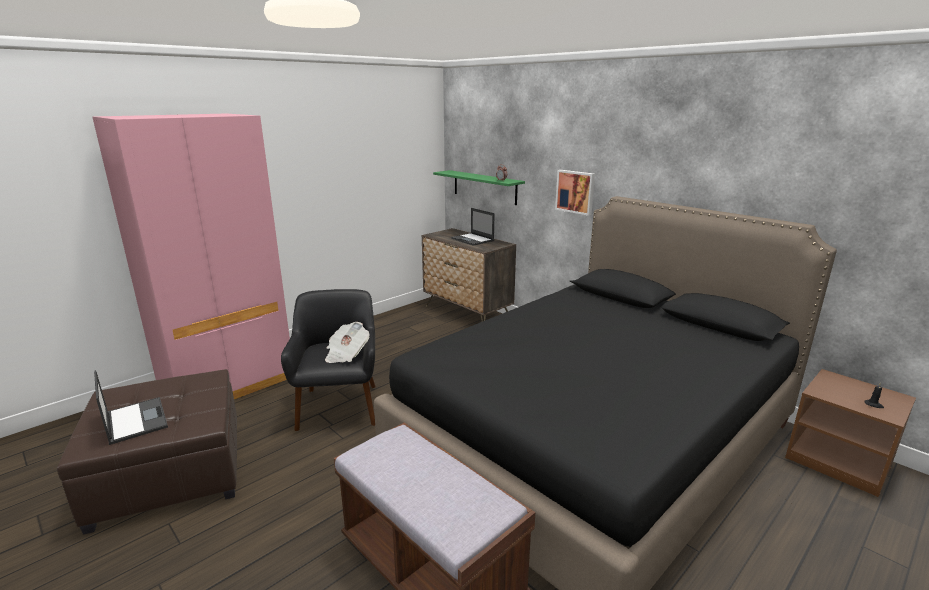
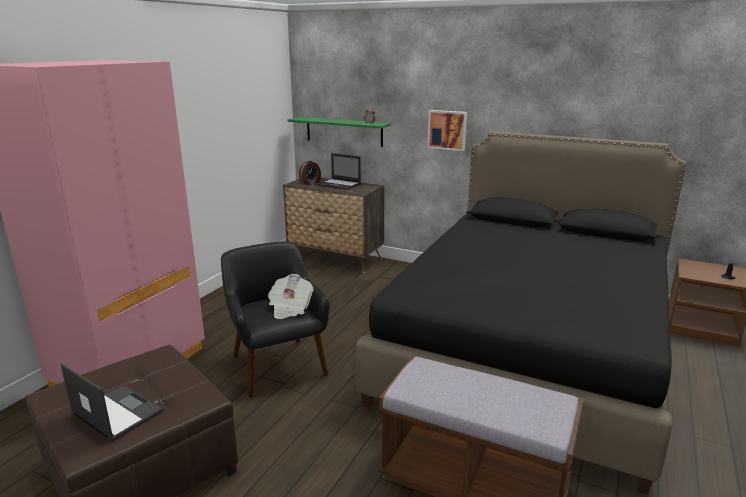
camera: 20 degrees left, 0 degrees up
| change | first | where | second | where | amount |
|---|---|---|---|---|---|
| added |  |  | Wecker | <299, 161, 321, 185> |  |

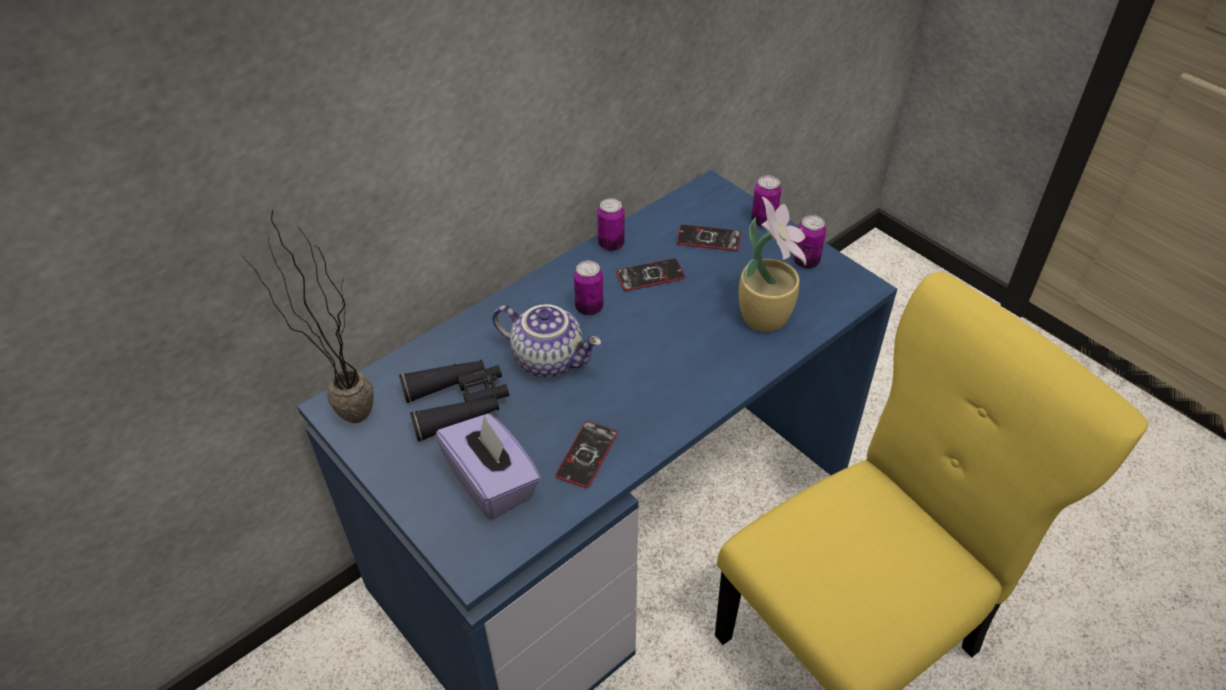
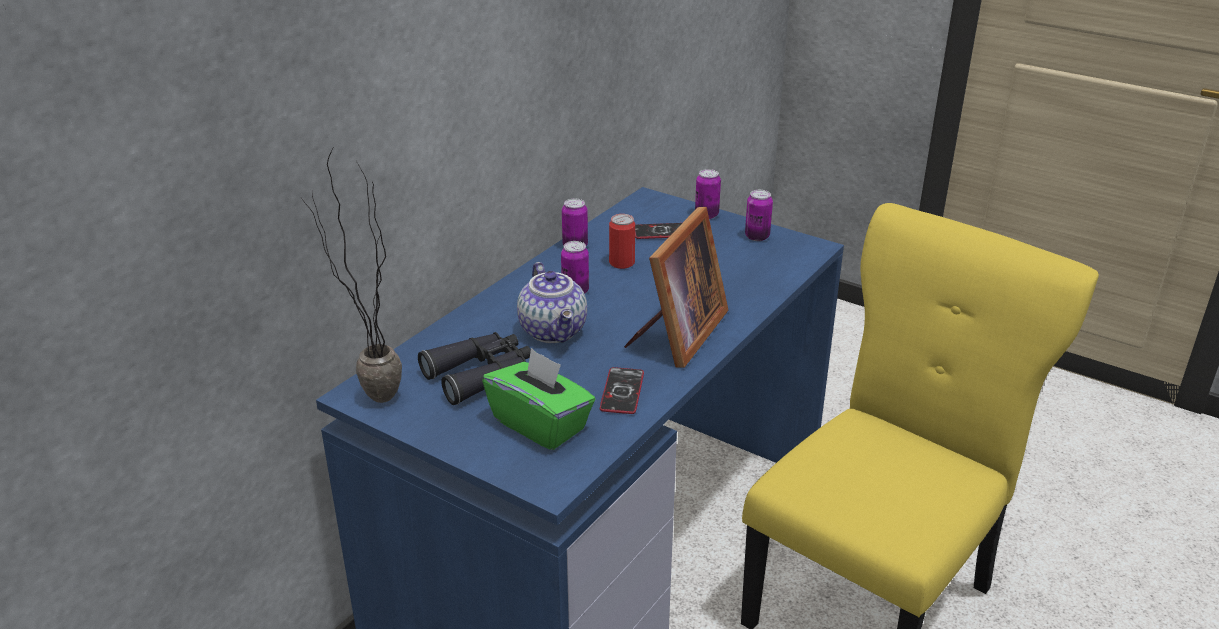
camera: 15 degrees left, 15 degrees down
| change | first | where | second | where | amount |
|---|---|---|---|---|---|
| recoloured | Taschentuchbox (lila) | <435, 414, 541, 520> | Taschentuchbox (grün) | <482, 348, 595, 450> |  |
| turned | Teekanne | <492, 304, 601, 377> |  | <517, 262, 587, 343> | 60 degrees clockwise |
| replaced | Handy | <616, 258, 685, 291> | Dose | <609, 214, 635, 269> |  |
| removed | Topfpflanze | <739, 197, 806, 332> |  |  |  |
| added |  |  | Bilderrahmen | <624, 207, 728, 368> |  |

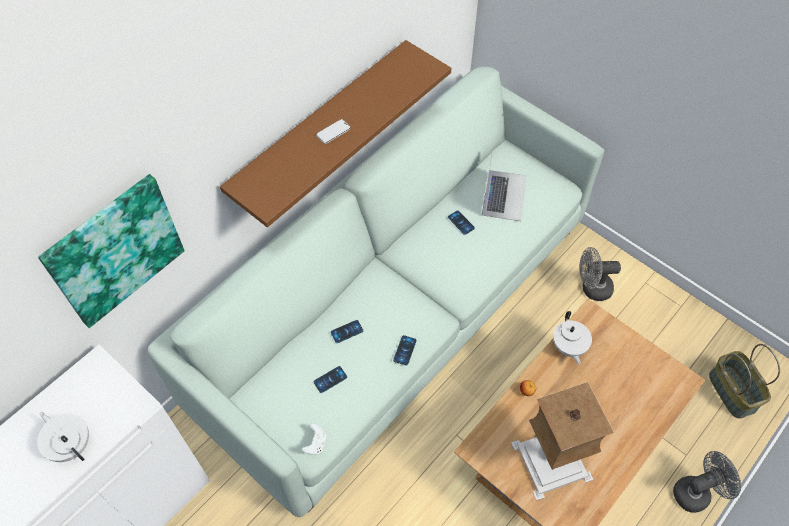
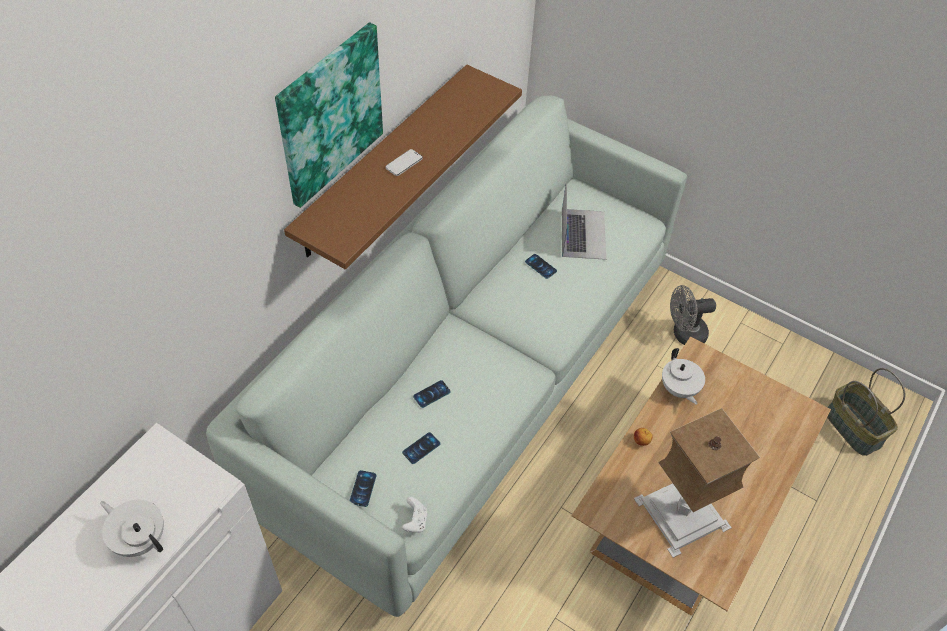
camera: 10 degrees left, 5 degrees down
| change | first | where | second | where | amount |
|---|---|---|---|---|---|
| moved | Bild | <38, 174, 184, 328> |  | <275, 22, 383, 208> |  |
| moved | Handy | <393, 335, 417, 366> |  | <350, 470, 376, 507> |  |
| removed | Ventilator (grau) | <673, 451, 741, 513> |  |  |  |

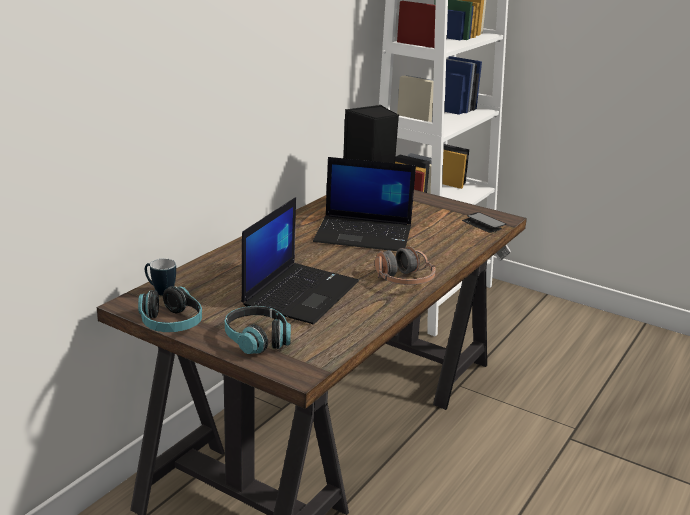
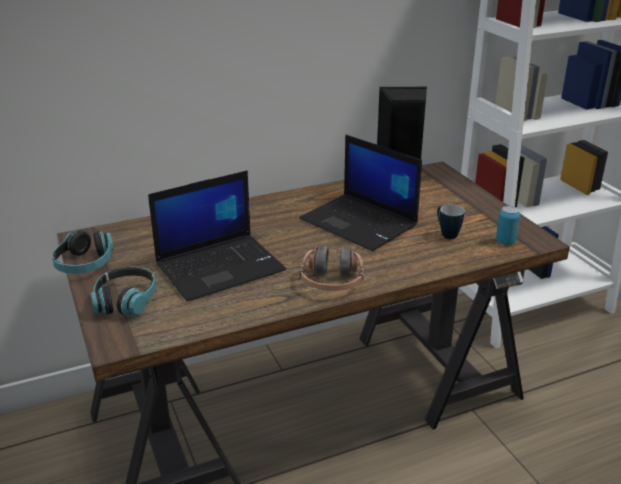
camera: 35 degrees right, 5 degrees up
| change | first | where | second | where | amount |
|---|---|---|---|---|---|
| moved | Henkelbecher | <145, 258, 176, 296> |  | <437, 205, 465, 239> |  |
| replaced | Handy | <462, 212, 506, 233> | Dose | <496, 206, 520, 245> |  |

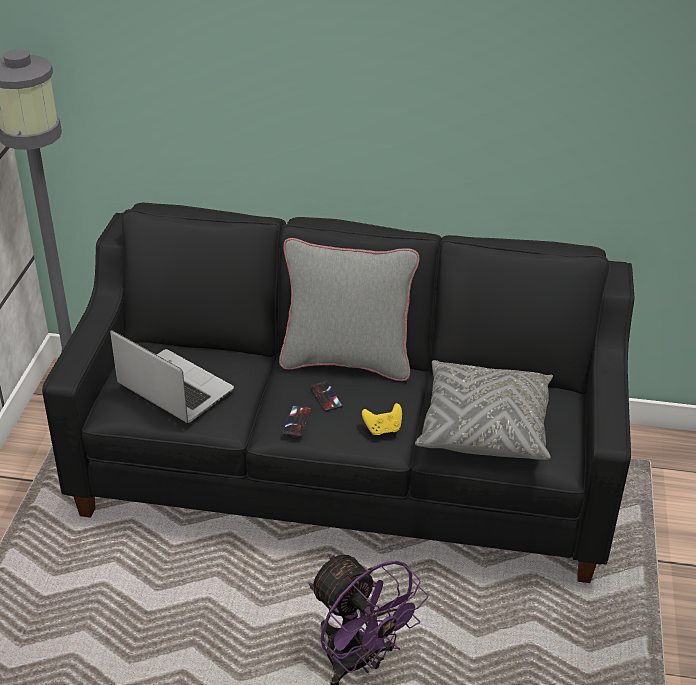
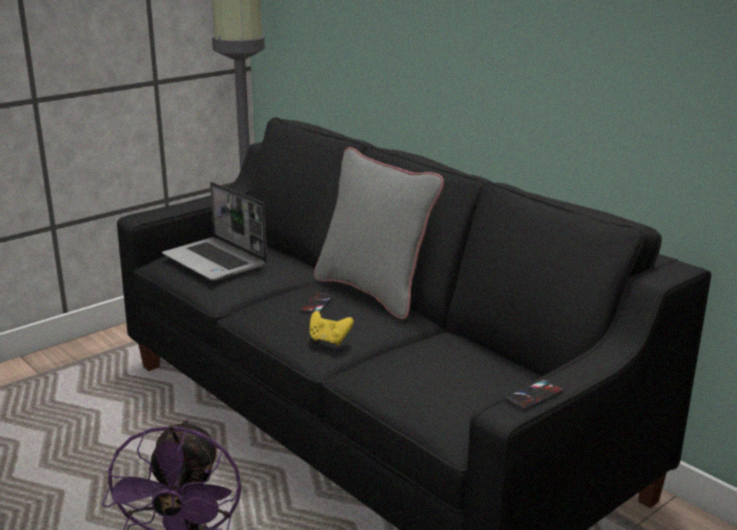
camera: 40 degrees right, 15 degrees down
| change | first | where | second | where | amount |
|---|---|---|---|---|---|
| turned | Laptop | <110, 330, 234, 423> |  | <162, 182, 267, 280> | 150 degrees clockwise |
| moved | Handy | <282, 405, 312, 437> |  | <505, 379, 563, 410> |  |
| removed | Kissen (grau) | <415, 360, 553, 460> |  |  |  |

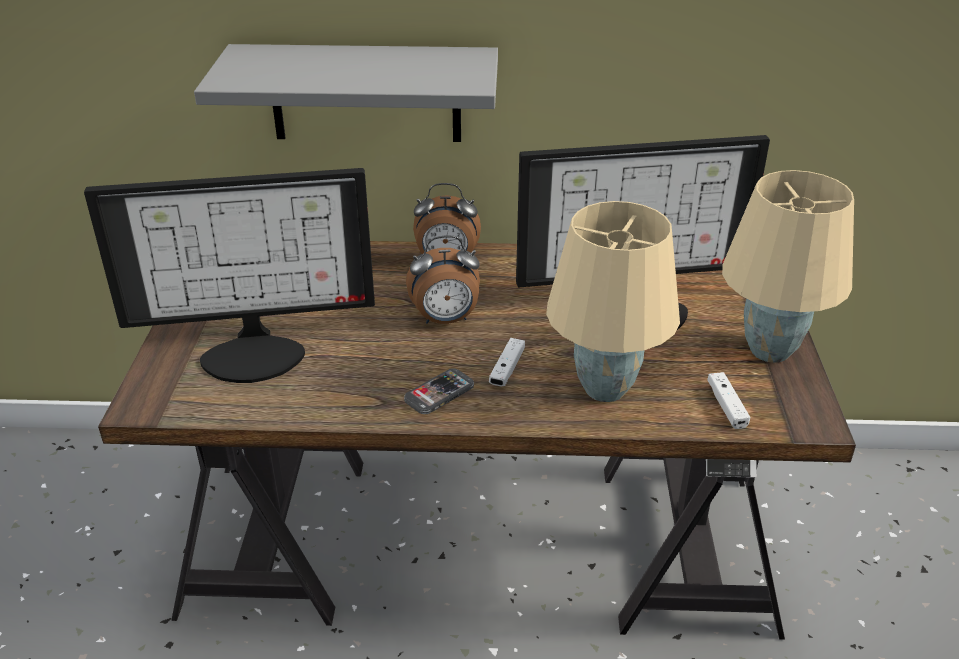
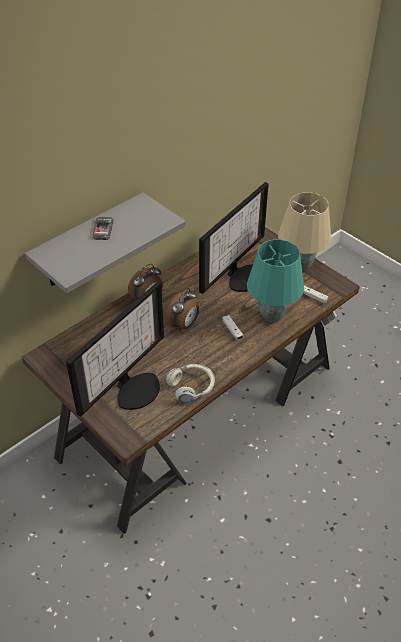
camera: 45 degrees left, 10 degrees up
| change | first | where | second | where | amount |
|---|---|---|---|---|---|
| moved | Handy | <404, 368, 474, 414> |  | <92, 217, 113, 240> |  |
| recoloured | Tischlampe (beige) | <546, 201, 680, 402> | Tischlampe (türkis) | <247, 239, 304, 322> |  |
| added |  |  | Kopfhörer | <166, 364, 215, 403> |  |

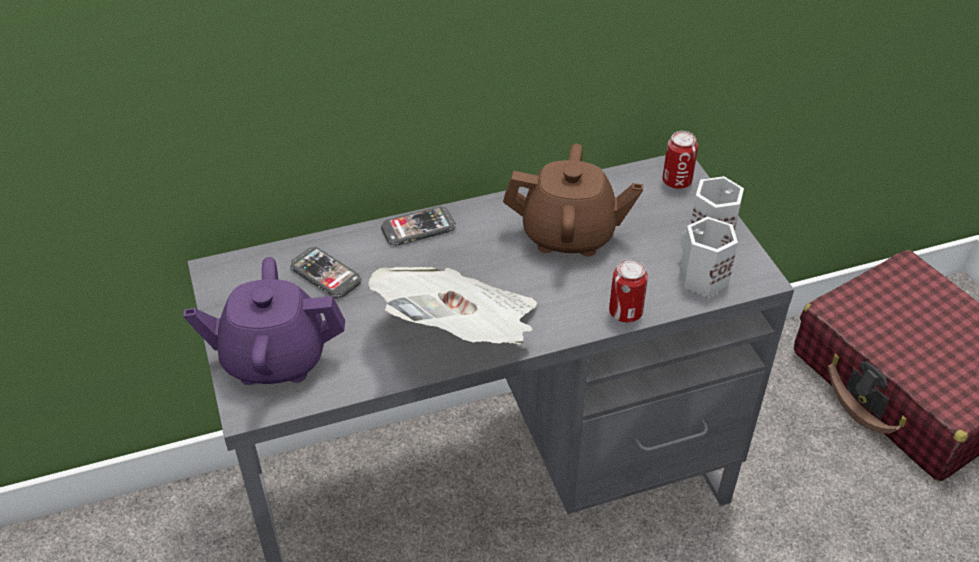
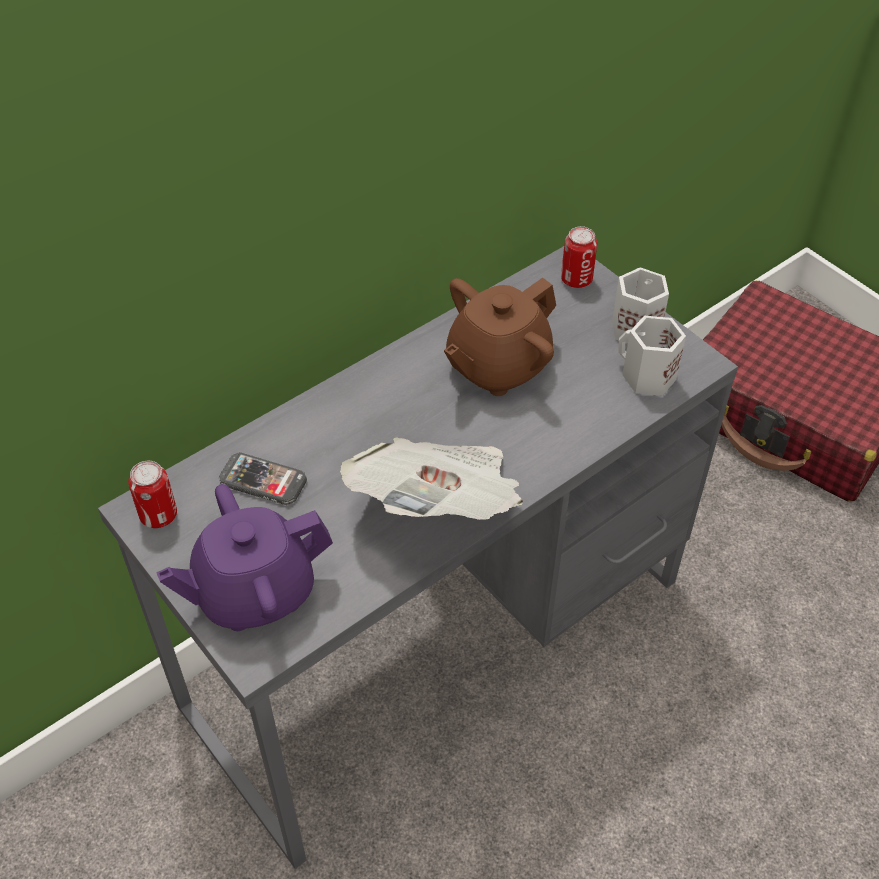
camera: 20 degrees left, 5 degrees up
| change | first | where | second | where | amount |
|---|---|---|---|---|---|
| removed | Handy | <381, 206, 456, 246> |  |  |  |
| turned | Teekanne (braun) | <503, 144, 643, 257> |  | <444, 278, 556, 396> | 150 degrees clockwise |
| moved | Dose | <609, 259, 648, 322> |  | <128, 461, 177, 528> |  |

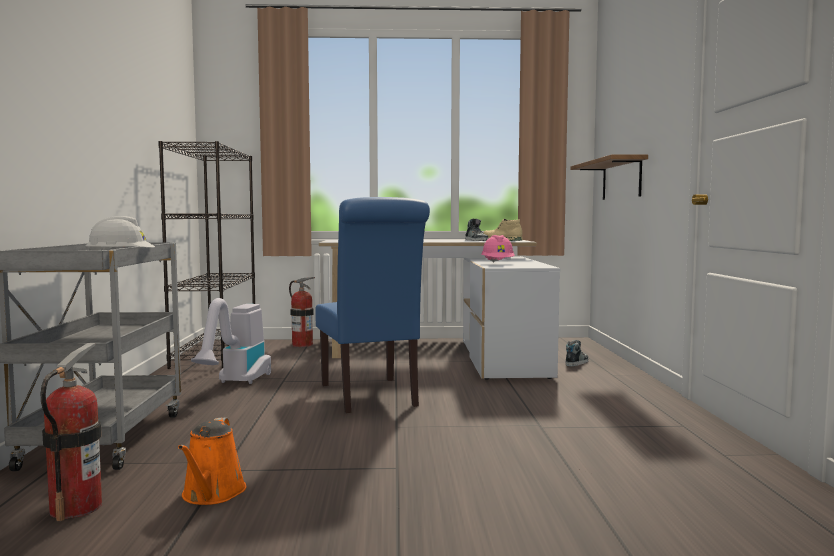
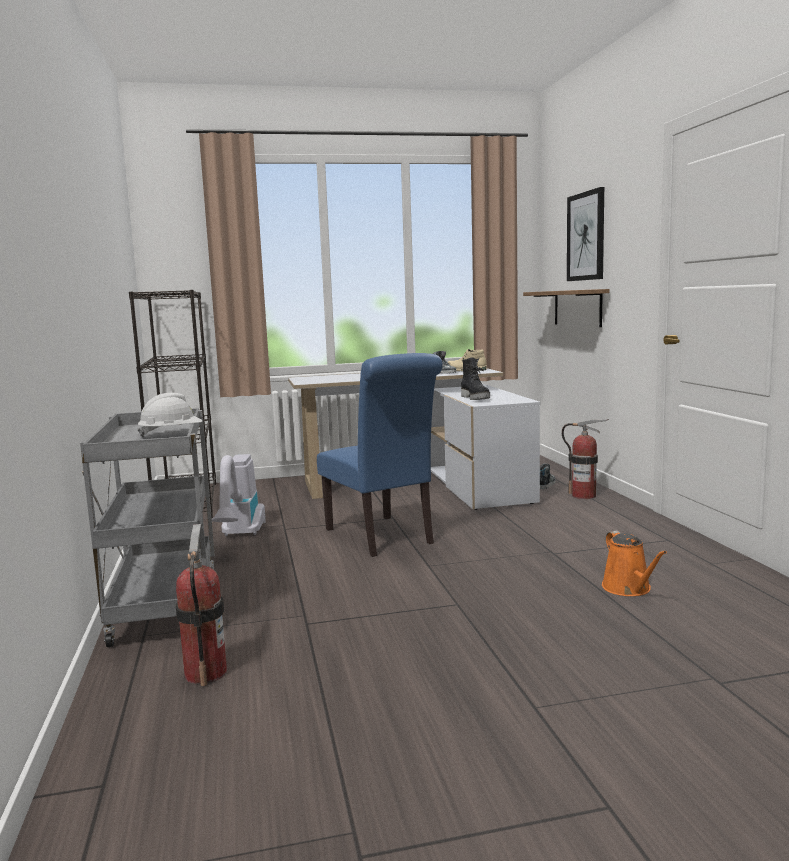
camera: 10 degrees left, 5 degrees up
| change | first | where | second | where | amount |
|---|---|---|---|---|---|
| moved | Gießkanne (orange) | <178, 417, 246, 505> |  | <602, 531, 667, 596> |  |
| moved | Feuerlöscher | <289, 277, 315, 347> |  | <562, 419, 608, 499> |  |
| replaced | Schutzhelm (rosa) | <481, 235, 515, 263> | Stiefel (schwarz) | <461, 358, 490, 400> |  |
| added |  |  | Bild | <567, 187, 604, 281> |  |

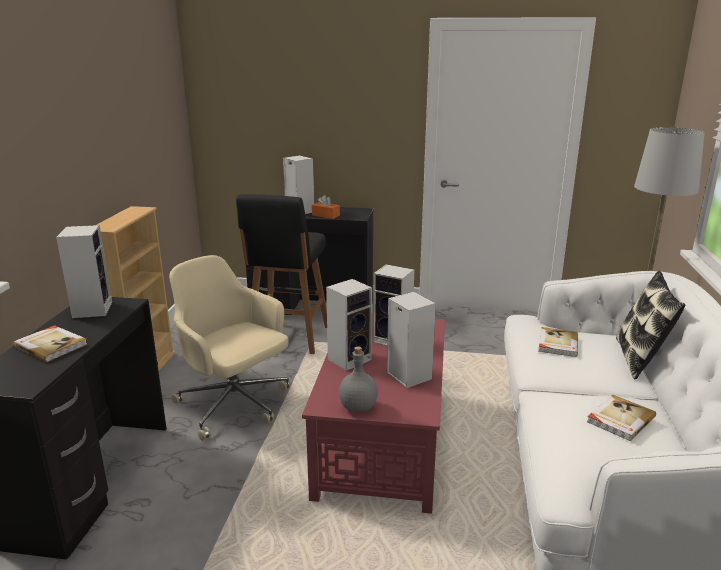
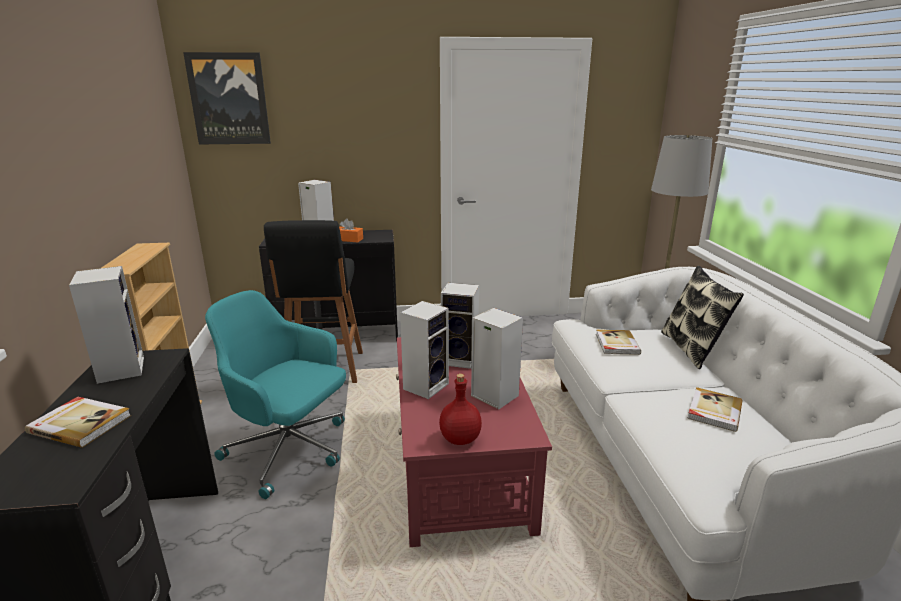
camera: 15 degrees left, 0 degrees up
| change | first | where | second | where | amount |
|---|---|---|---|---|---|
| recoloured | Bürostuhl (beige) | <169, 255, 291, 441> | Bürostuhl (türkis) | <205, 290, 346, 499> |  |
| recoloured | Flasche (grau) | <339, 346, 378, 413> | Flasche (rot) | <439, 373, 482, 445> |  |
| added |  |  | Bild | <183, 52, 271, 144> |  |

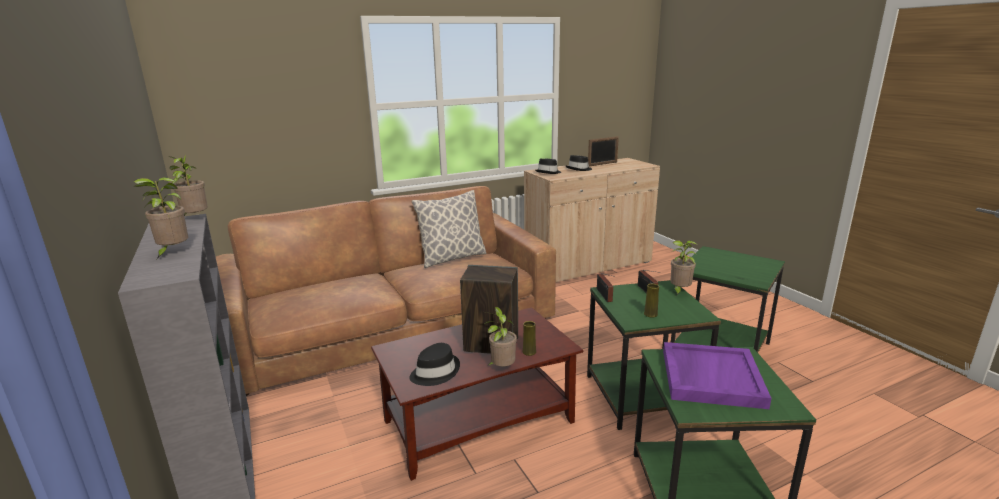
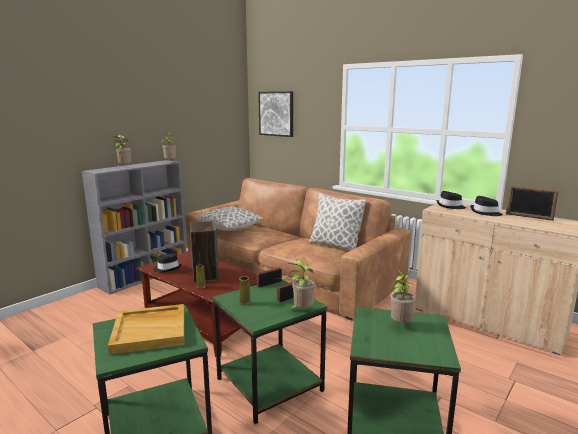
camera: 65 degrees right, 5 degrees down
| change | first | where | second | where | amount |
|---|---|---|---|---|---|
| moved | Topfpflanze | <484, 307, 517, 367> |  | <391, 270, 416, 323> |  |
| recoloured | Tablett (lila) | <663, 342, 772, 409> | Tablett (beige) | <108, 304, 184, 355> |  |
| added |  |  | Kissen | <197, 207, 263, 231> |  |
| added |  |  | Bild | <258, 91, 293, 137> |  |

